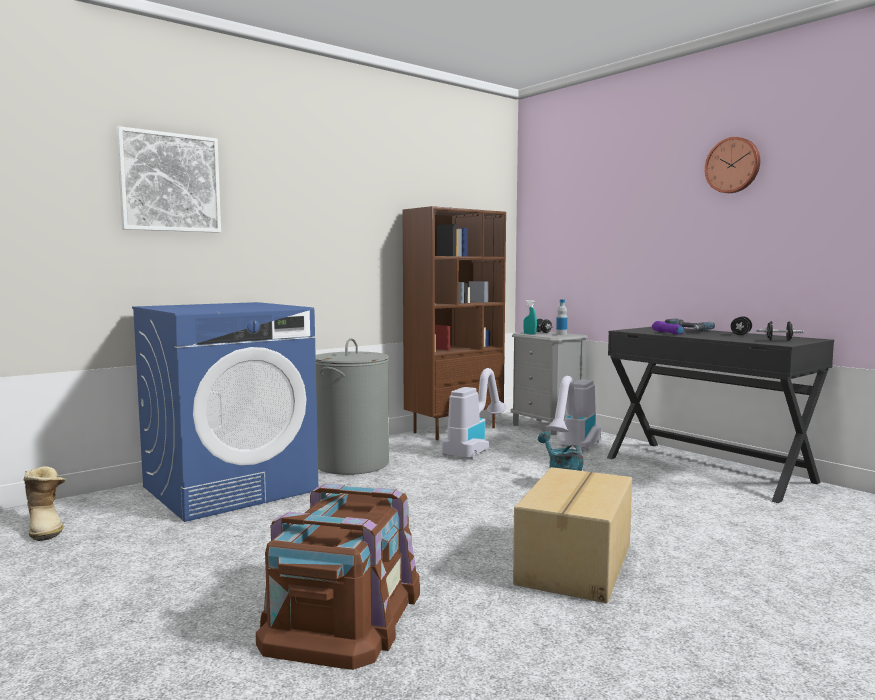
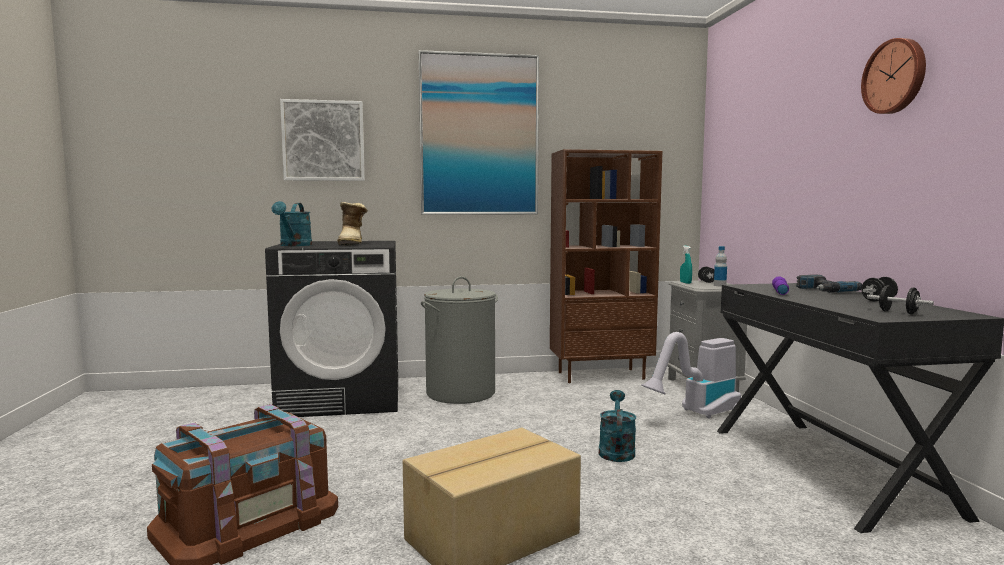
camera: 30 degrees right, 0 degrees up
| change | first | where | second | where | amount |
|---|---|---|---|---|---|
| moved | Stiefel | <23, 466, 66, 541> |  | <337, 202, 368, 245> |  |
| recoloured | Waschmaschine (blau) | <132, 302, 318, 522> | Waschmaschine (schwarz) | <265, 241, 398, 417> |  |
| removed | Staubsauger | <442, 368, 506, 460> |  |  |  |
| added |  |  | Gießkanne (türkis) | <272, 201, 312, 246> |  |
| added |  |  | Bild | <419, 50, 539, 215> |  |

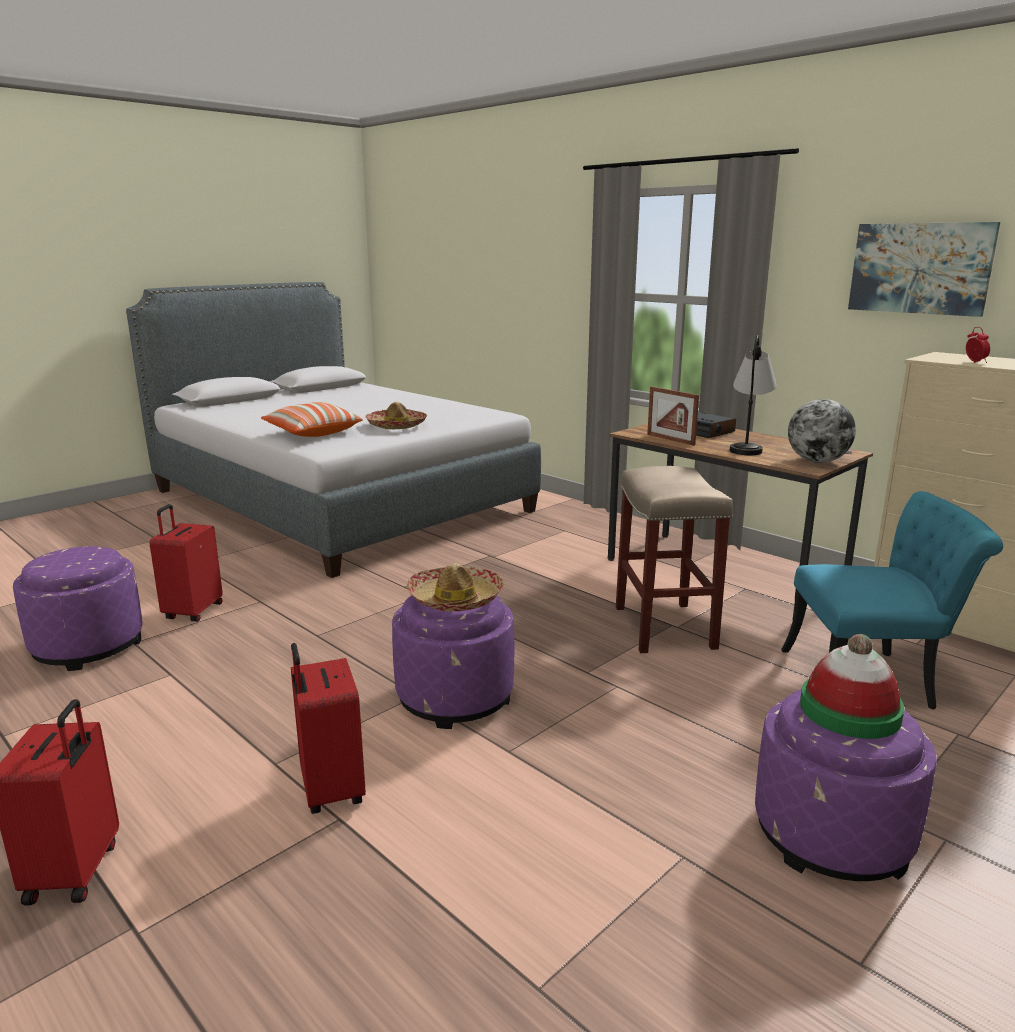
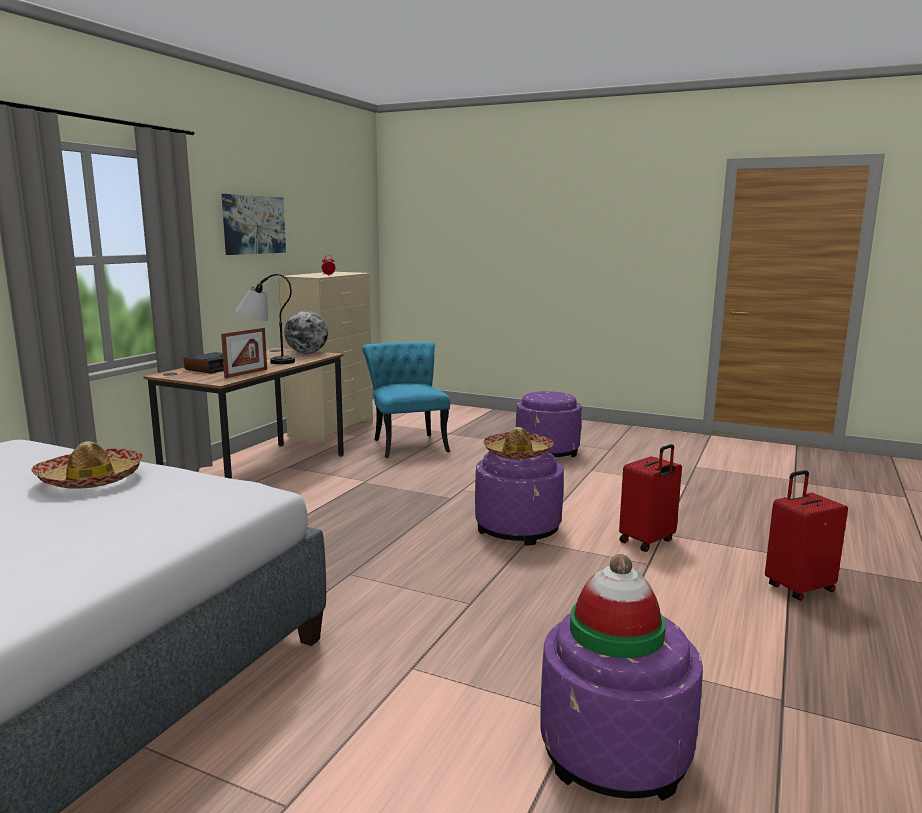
camera: 110 degrees left, 5 degrees down
| change | first | where | second | where | amount |
|---|---|---|---|---|---|
| removed | Koffer (rot) | <149, 504, 223, 622> |  |  |  |
| removed | Kissen | <261, 402, 363, 437> |  |  |  |
| removed | Hocker (beige) | <616, 466, 733, 653> |  |  |  |
| moved | Hut | <800, 634, 905, 739> |  | <570, 554, 666, 658> |  |

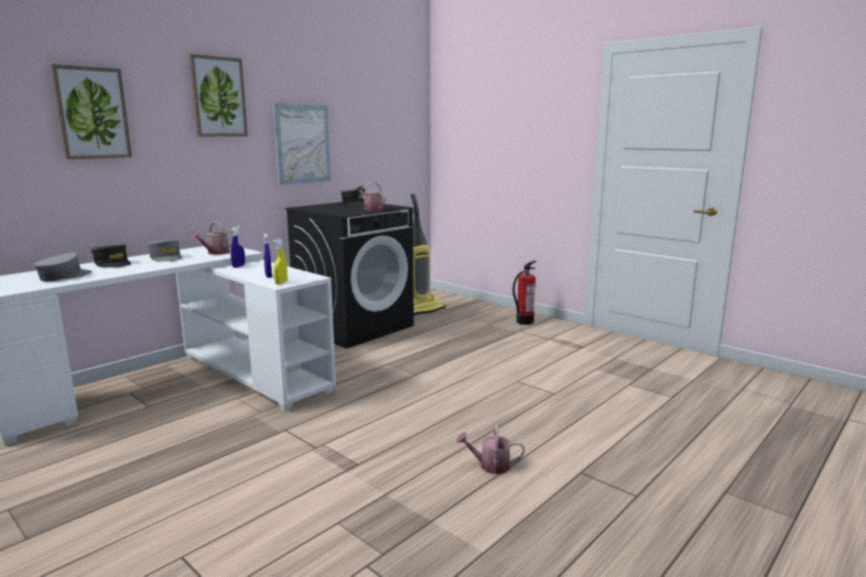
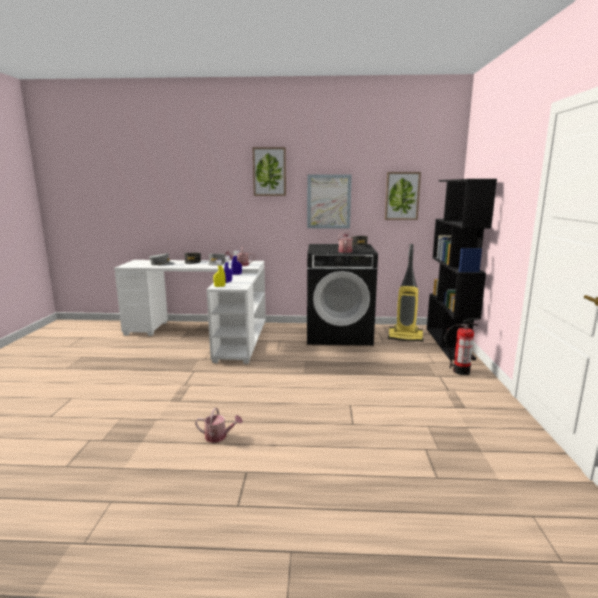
camera: 50 degrees right, 0 degrees up
| change | first | where | second | where | amount |
|---|---|---|---|---|---|
| moved | Bild | <51, 64, 132, 159> |  | <385, 172, 421, 220> |  |
| turned | Gießkanne | <456, 425, 525, 474> |  | <195, 408, 242, 443> | 135 degrees clockwise |
| added |  |  | Bücherregal (schwarz) | <427, 179, 497, 360> |  |

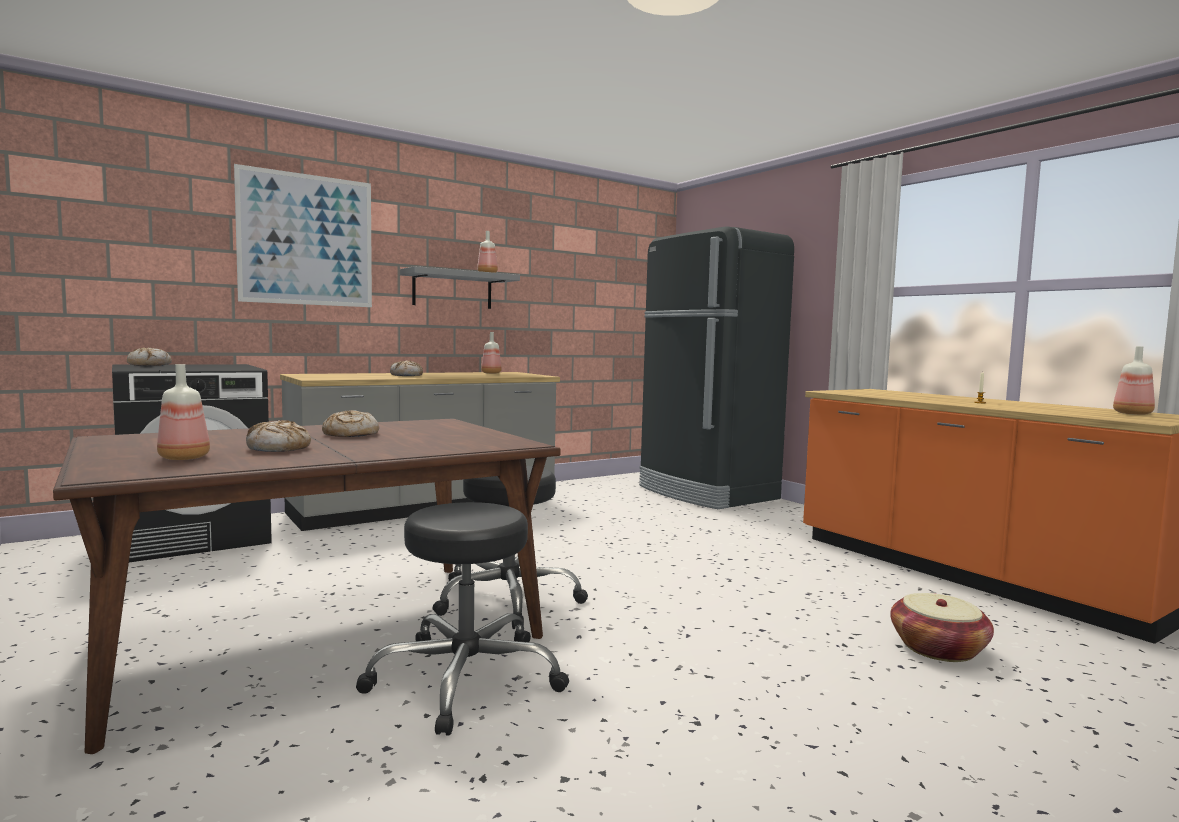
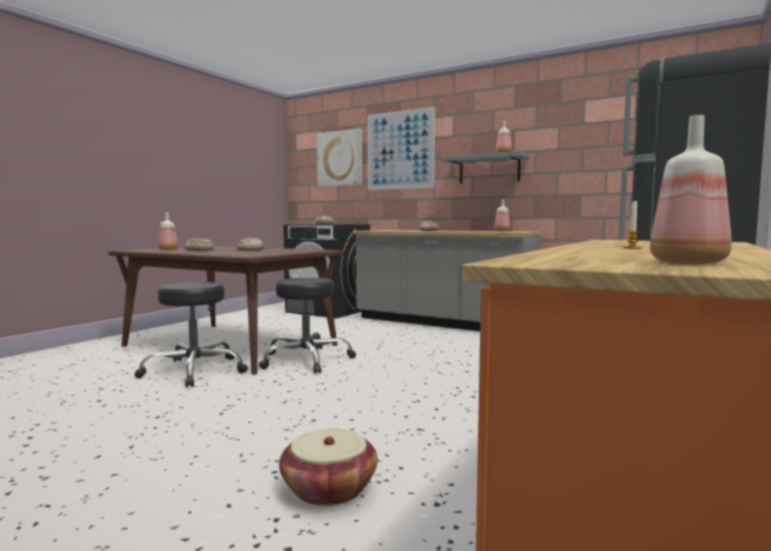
camera: 65 degrees right, 0 degrees up
| change | first | where | second | where | amount |
|---|---|---|---|---|---|
| added |  |  | Bild | <317, 129, 362, 187> |  |

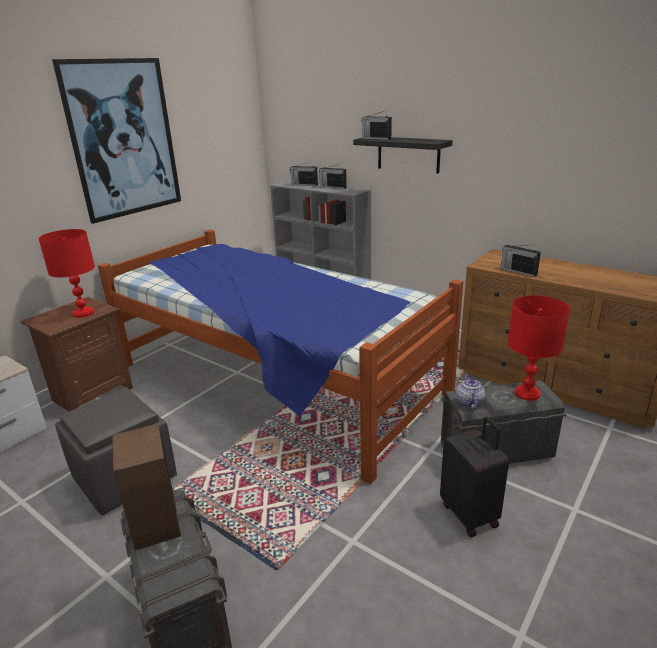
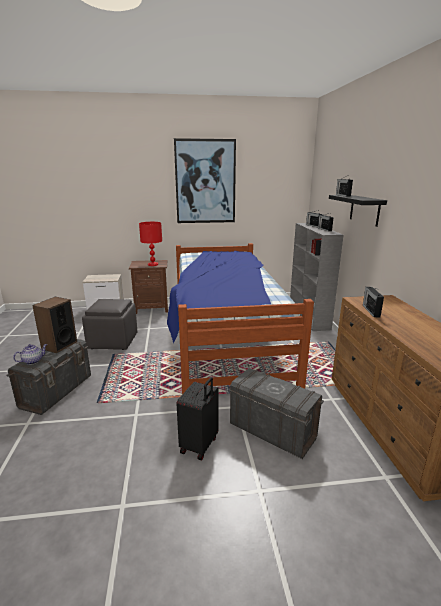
camera: 45 degrees right, 5 degrees down
| change | first | where | second | where | amount |
|---|---|---|---|---|---|
| moved | Teekanne | <456, 374, 485, 408> |  | <13, 344, 47, 365> |  |
| removed | Tischlampe (rot) | <508, 295, 570, 401> |  |  |  |

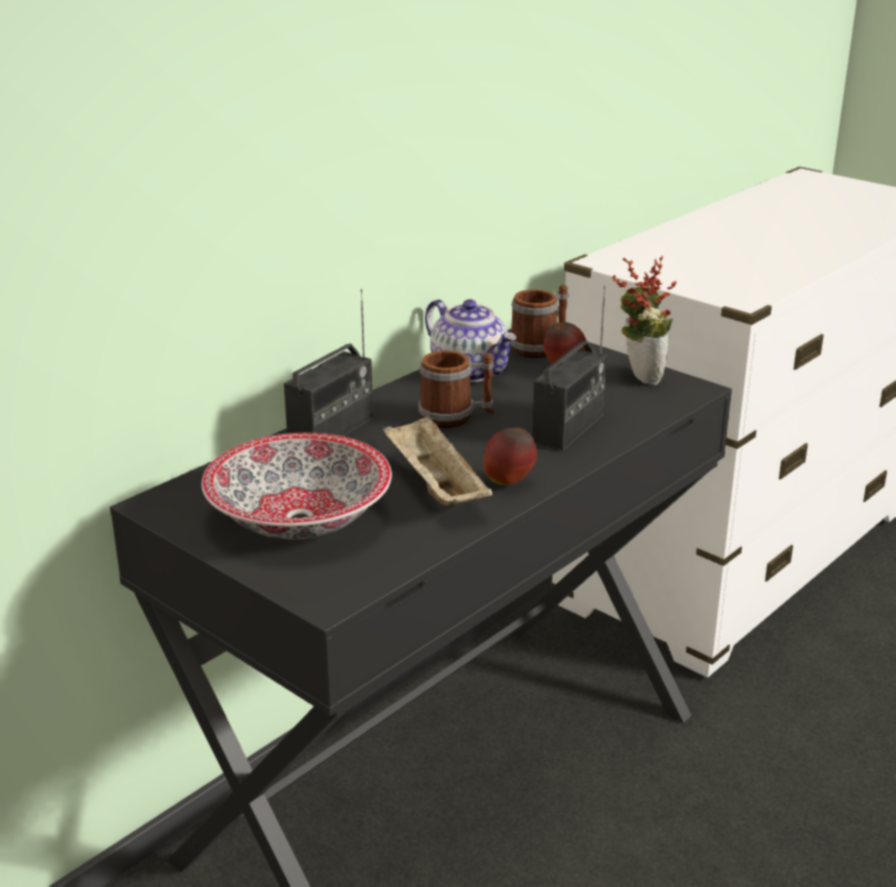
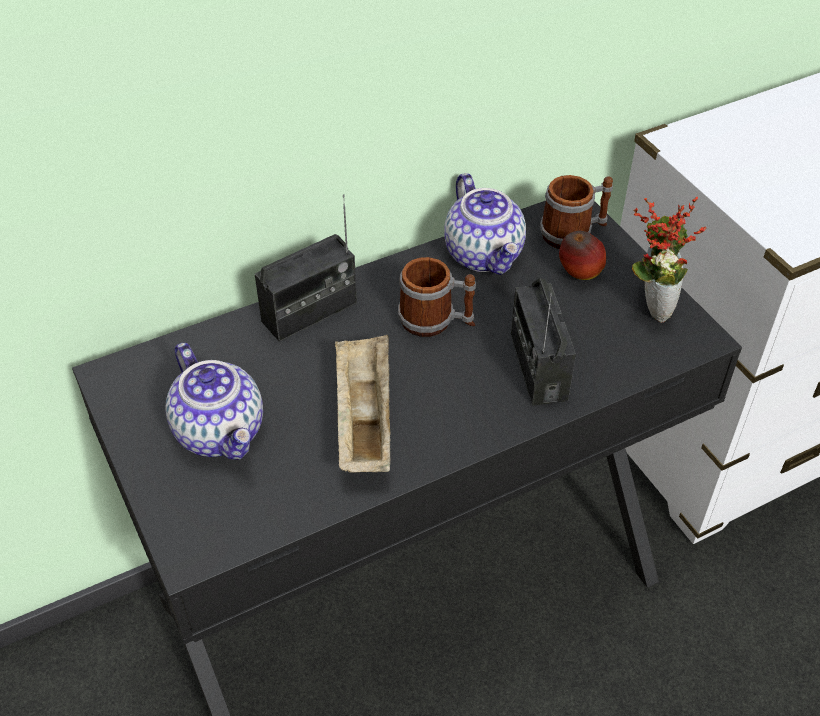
camera: 20 degrees right, 20 degrees up
| change | first | where | second | where | amount |
|---|---|---|---|---|---|
| replaced | Schüssel | <201, 433, 392, 539> | Teekanne | <166, 343, 263, 460> |  |
| removed | Apfel | <484, 427, 537, 485> |  |  |  |
| turned | Radio | <532, 286, 608, 450> |  | <511, 278, 576, 406> | 120 degrees clockwise |

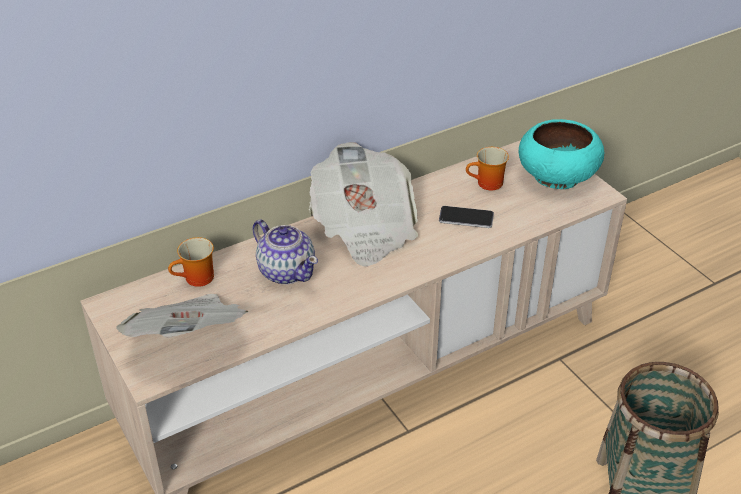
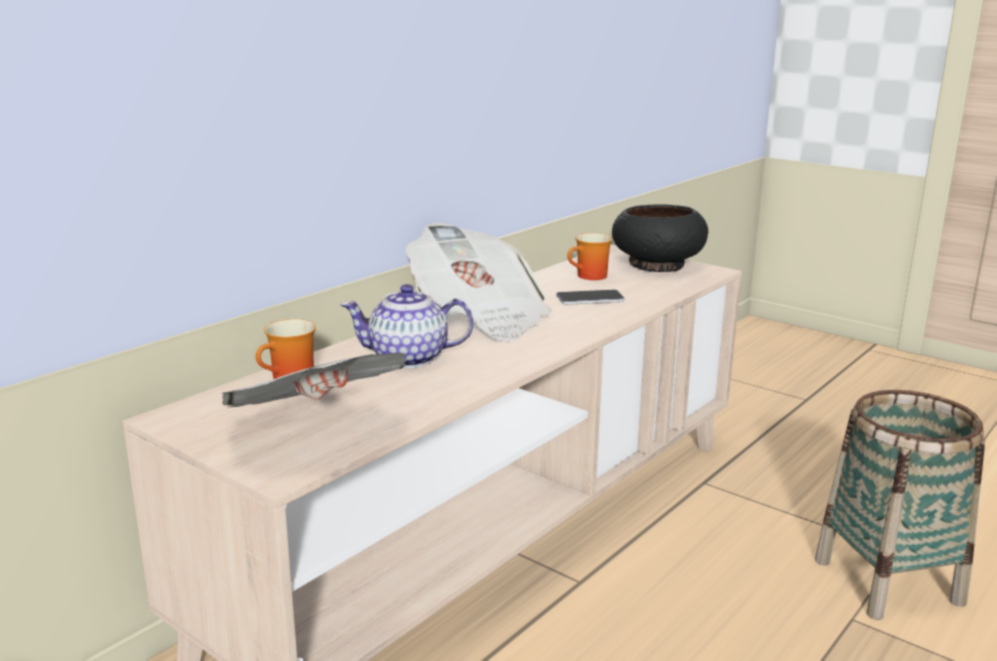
camera: 20 degrees left, 20 degrees down
| change | first | where | second | where | amount |
|---|---|---|---|---|---|
| turned | Teekanne | <253, 219, 318, 284> |  | <341, 284, 473, 368> | 150 degrees clockwise |
| recoloured | Schüssel (türkis) | <519, 119, 605, 189> | Schüssel (schwarz) | <612, 204, 708, 272> |  |

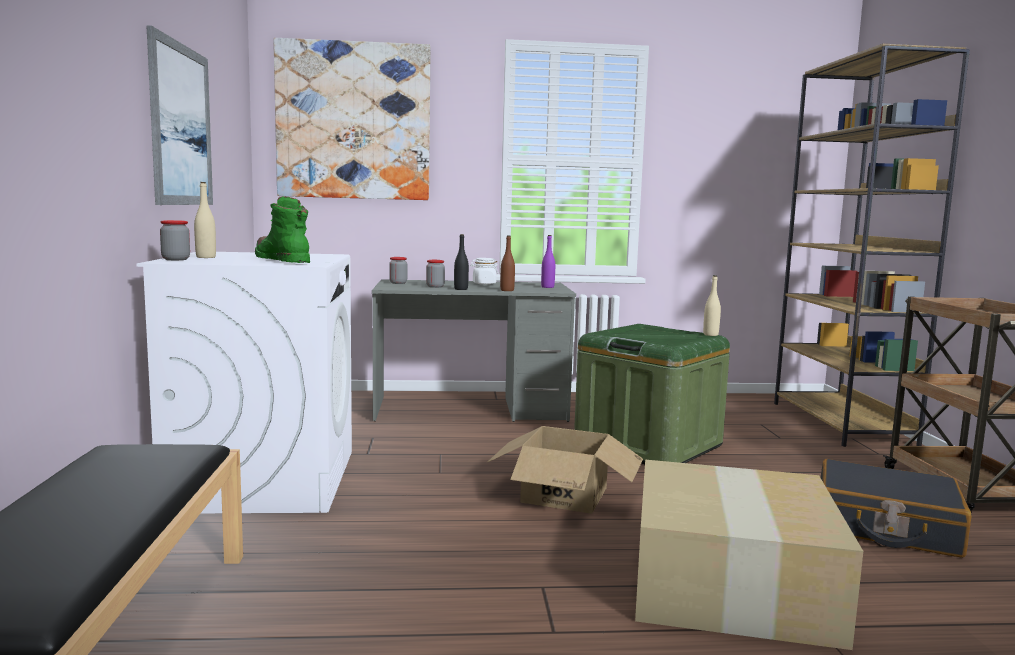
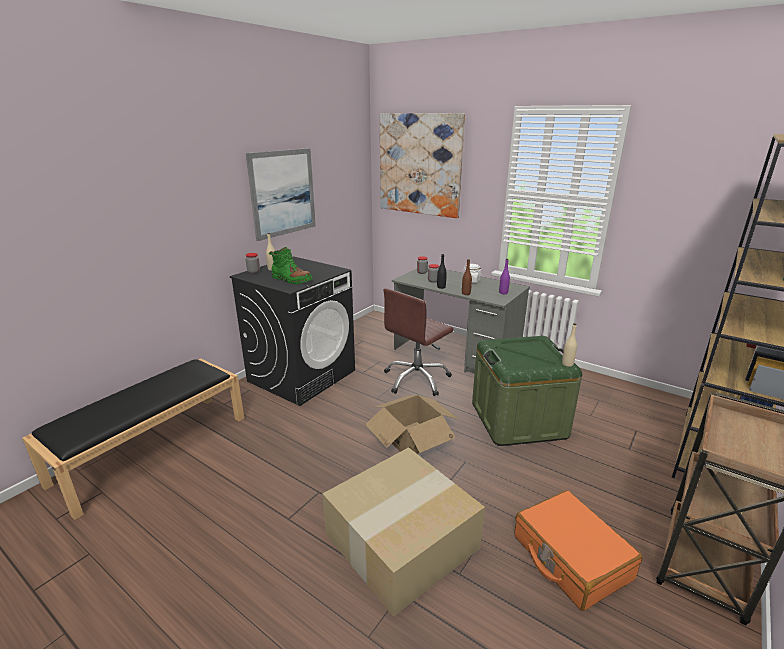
camera: 40 degrees right, 15 degrees up
| change | first | where | second | where | amount |
|---|---|---|---|---|---|
| recoloured | Waschmaschine (weiß) | <136, 252, 352, 513> | Waschmaschine (schwarz) | <230, 256, 355, 406> |  |
| turned | Stiefel (grün) | <255, 196, 310, 263> |  | <269, 247, 313, 284> | 120 degrees clockwise |
| recoloured | Koffer (schwarz) | <821, 459, 972, 558> | Koffer (orange) | <514, 490, 643, 611> |  |
| added |  |  | Bürostuhl (braun) | <384, 288, 454, 396> |  |

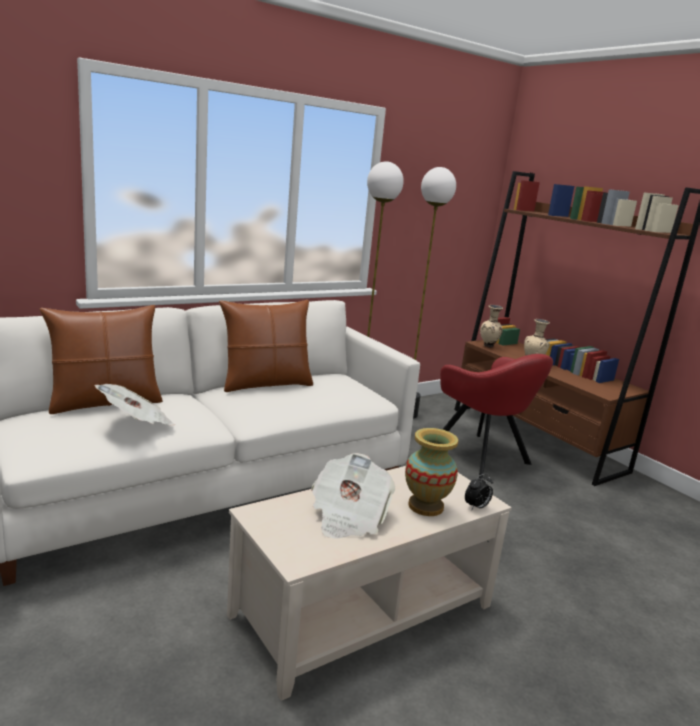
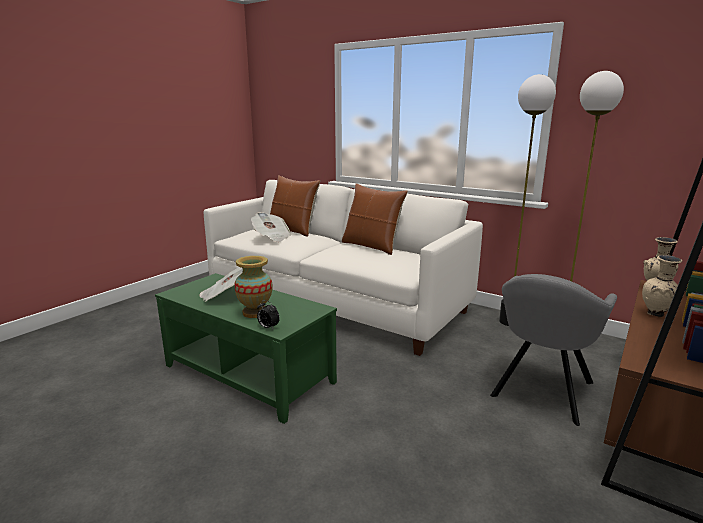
camera: 70 degrees right, 0 degrees up
| change | first | where | second | where | amount |
|---|---|---|---|---|---|
| recoloured | Couchtisch (beige) | <227, 466, 512, 701> | Couchtisch (grün) | <155, 273, 337, 424> |  |
| recoloured | Sessel (rot) | <440, 354, 553, 479> | Sessel (grau) | <490, 274, 617, 426> |  |

